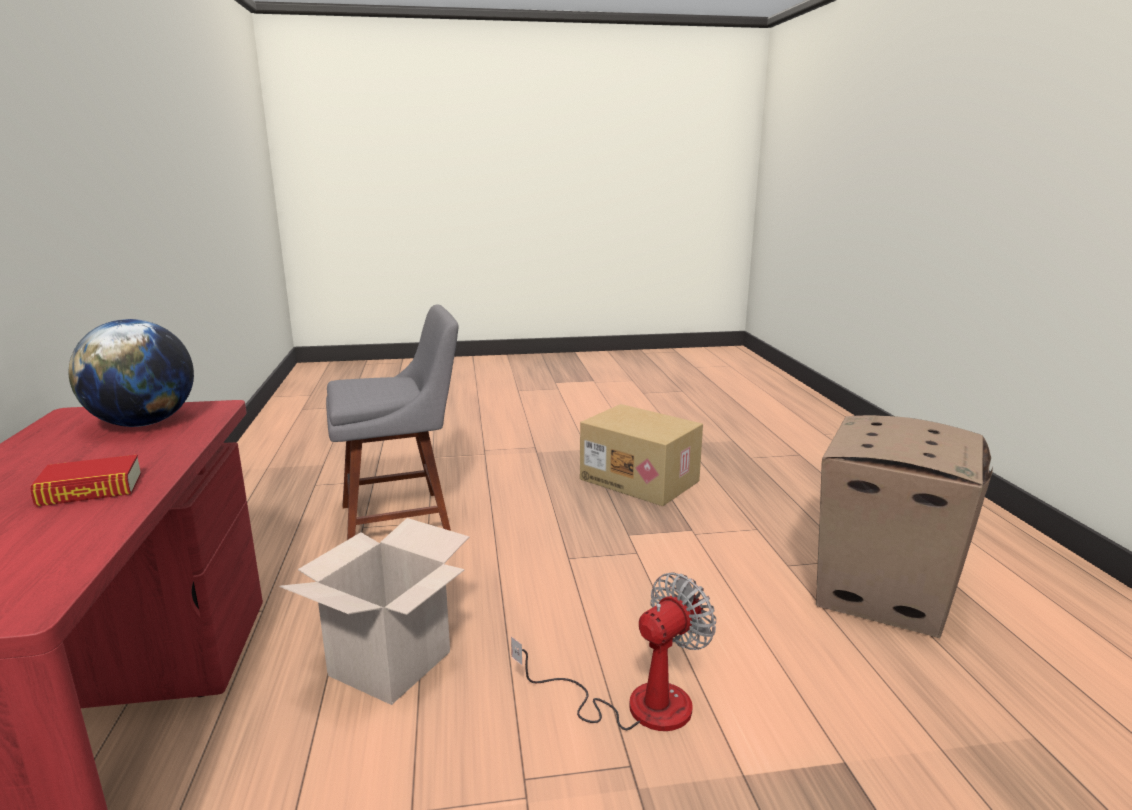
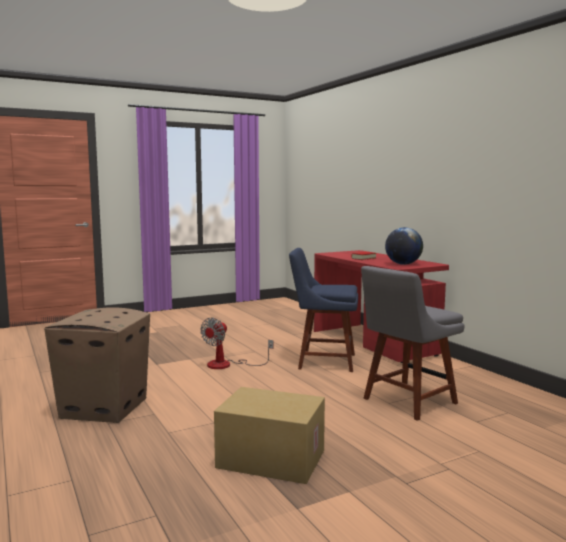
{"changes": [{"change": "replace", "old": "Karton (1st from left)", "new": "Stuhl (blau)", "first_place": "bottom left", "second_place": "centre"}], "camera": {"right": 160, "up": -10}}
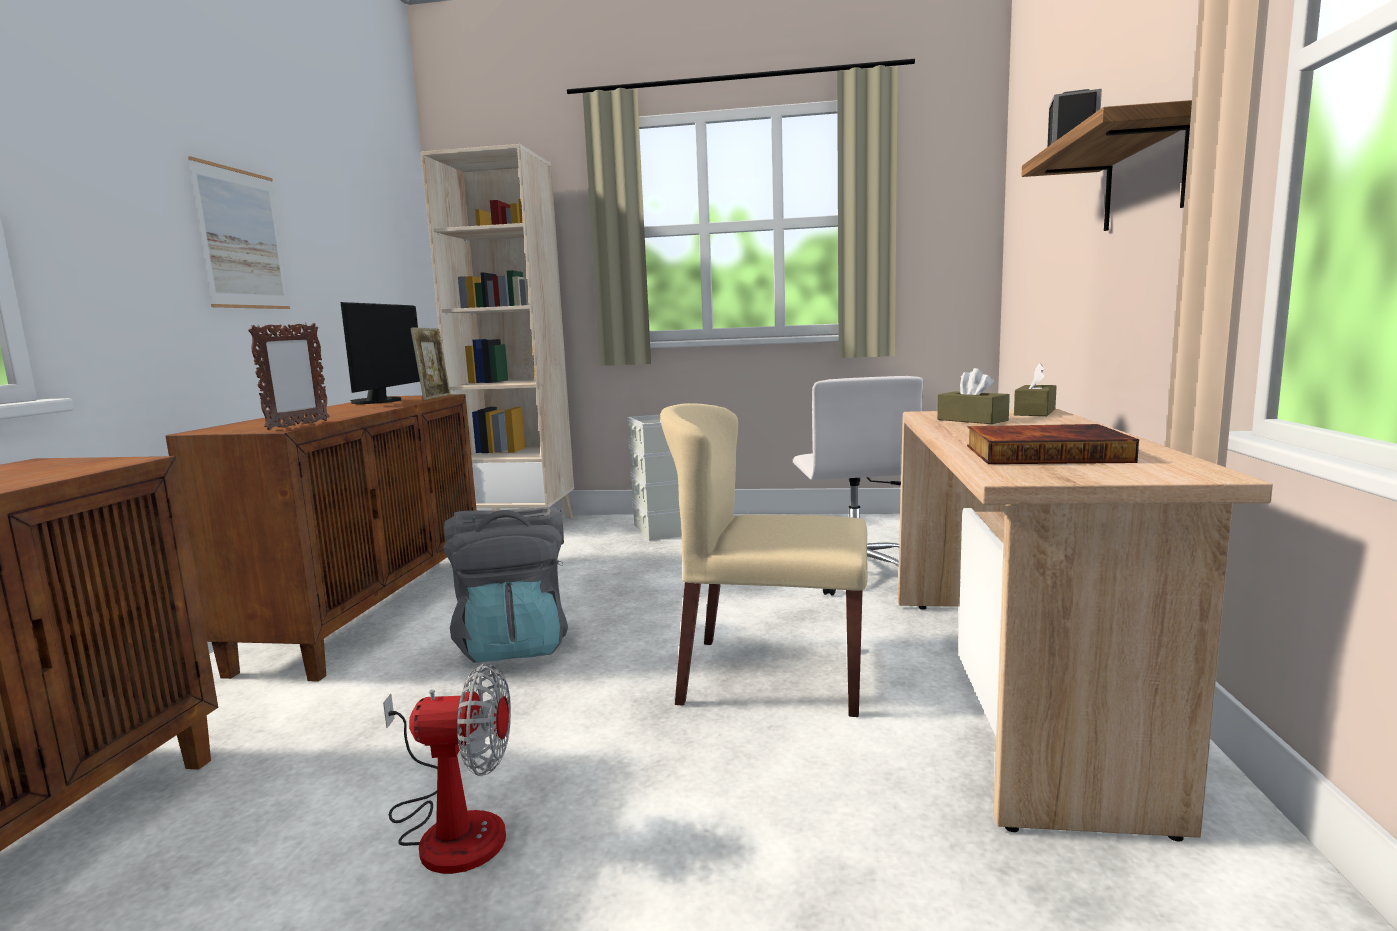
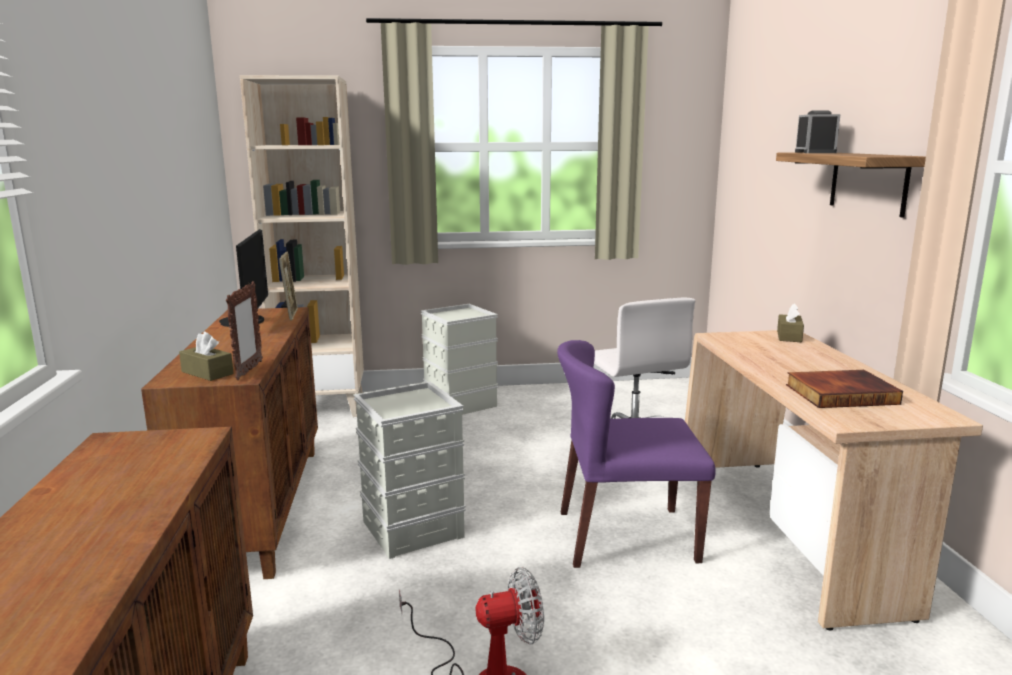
{"changes": [{"change": "move", "old": "Taschentuchbox (braun) (1st from left)", "first_place": "middle right", "second_place": "middle left"}, {"change": "replace", "old": "Rucksack (grau)", "new": "Aufbewahrungsbox (grau) (1st from left)", "first_place": "centre", "second_place": "bottom centre"}, {"change": "recolor", "old": "Stuhl (beige)", "new": "Stuhl (lila)", "first_place": "centre", "second_place": "bottom centre"}, {"change": "delete", "old": "Bild", "first_place": "top left"}], "camera": {"right": -15, "up": 5}}
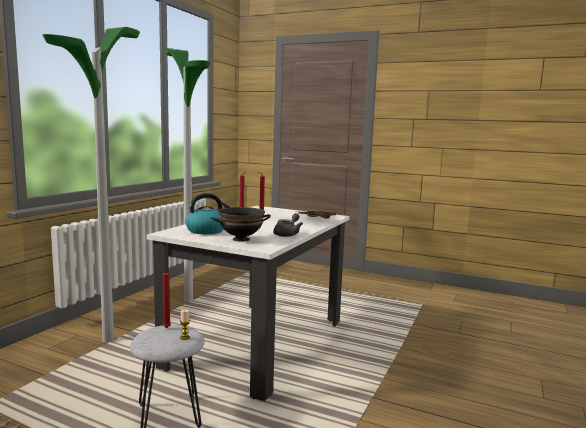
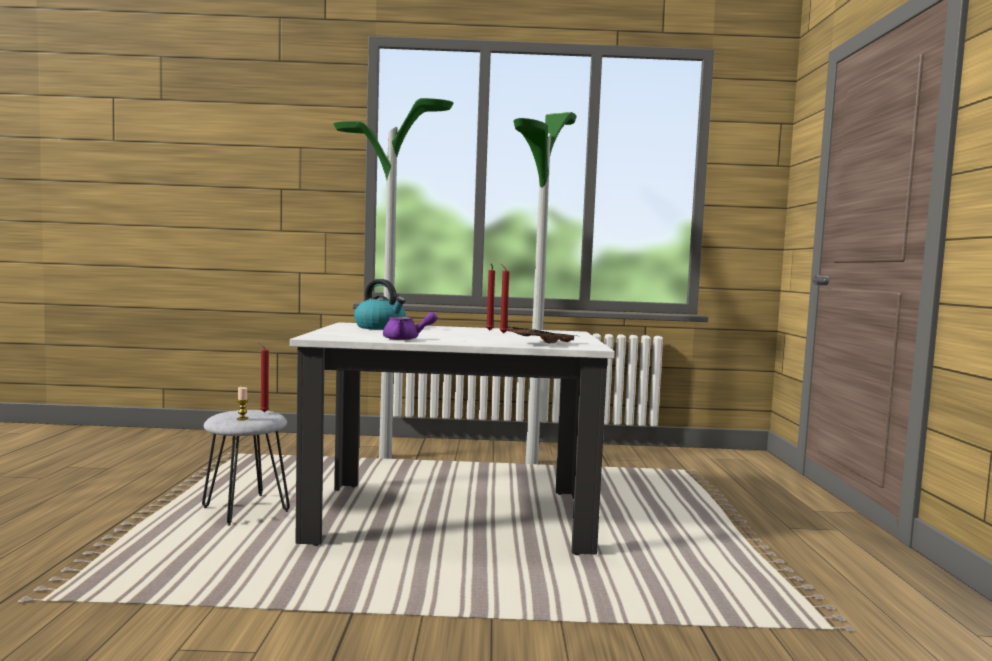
{"changes": [{"change": "recolor", "old": "Teekanne (grau)", "new": "Teekanne (lila)", "first_place": "centre", "second_place": "centre"}, {"change": "delete", "old": "Schüssel (schwarz)", "first_place": "centre"}], "camera": {"right": 65, "up": -5}}
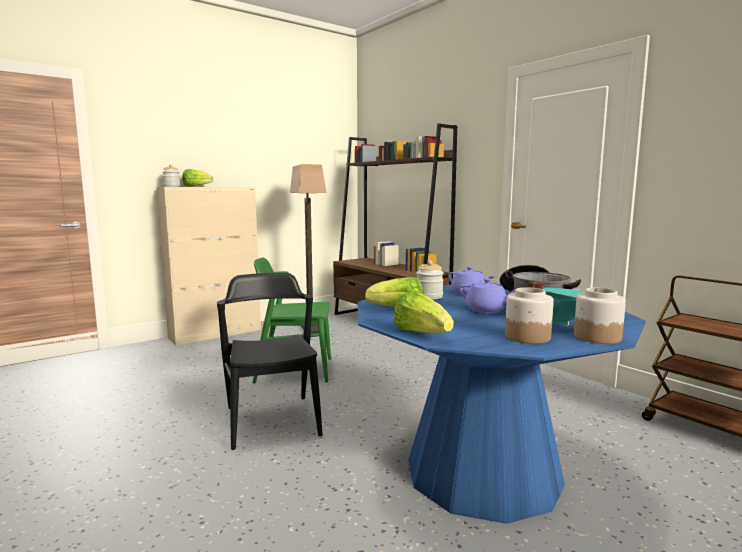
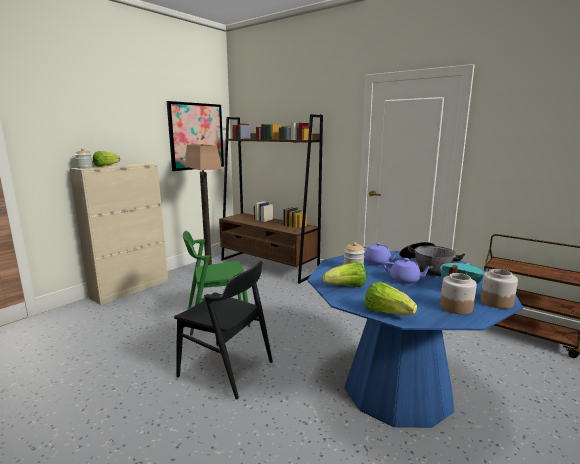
{"changes": [{"change": "insert", "new": "Bild", "second_place": "top centre"}, {"change": "rotate", "old": "Stuhl (schwarz)", "first_place": "centre", "second_place": "bottom centre", "degrees": 150}], "camera": {"right": -15, "up": 5}}
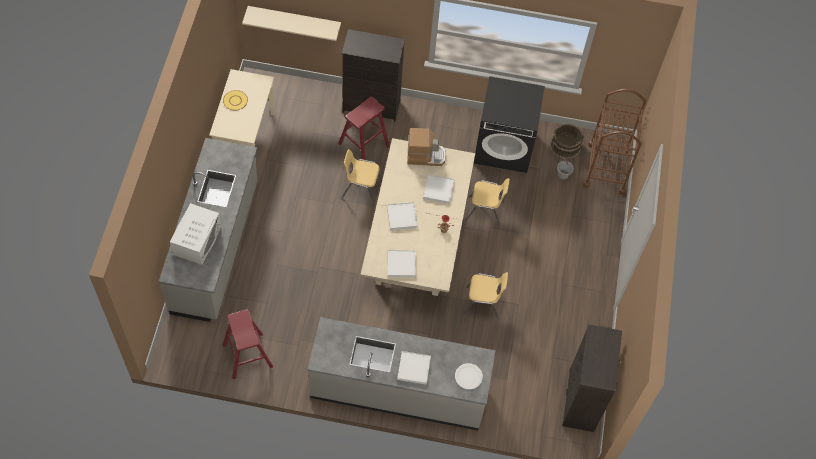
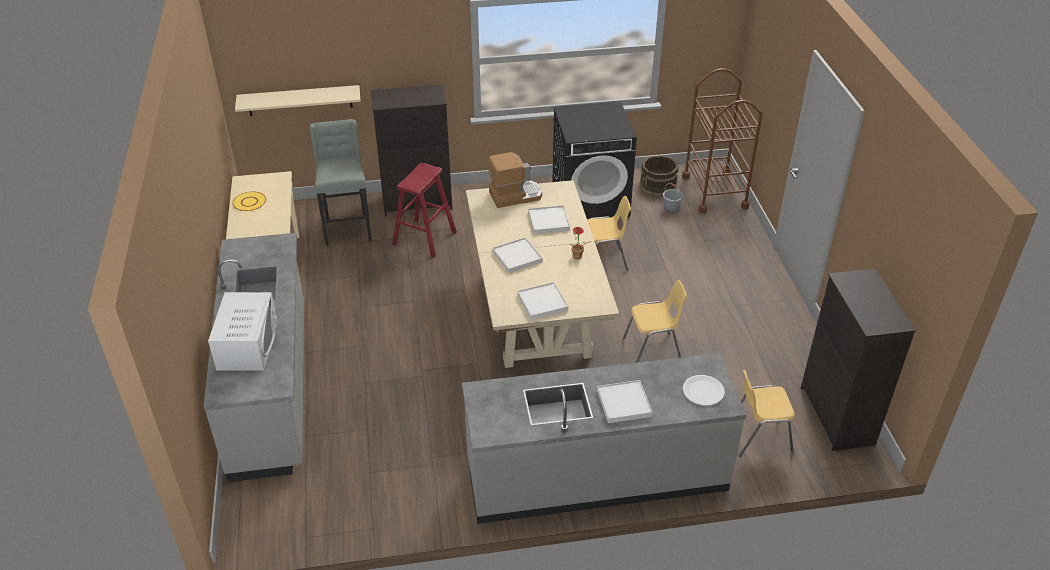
{"changes": [{"change": "insert", "new": "Hocker (grau)", "second_place": "top left"}, {"change": "move", "old": "Stuhl (gelb) (1st from left in the first image)", "new": "Stuhl (gelb) (3rd from left)", "first_place": "centre", "second_place": "bottom right"}, {"change": "delete", "old": "Hocker (rot) (1st from left)", "first_place": "bottom left"}], "camera": {"right": -15, "up": -20}}
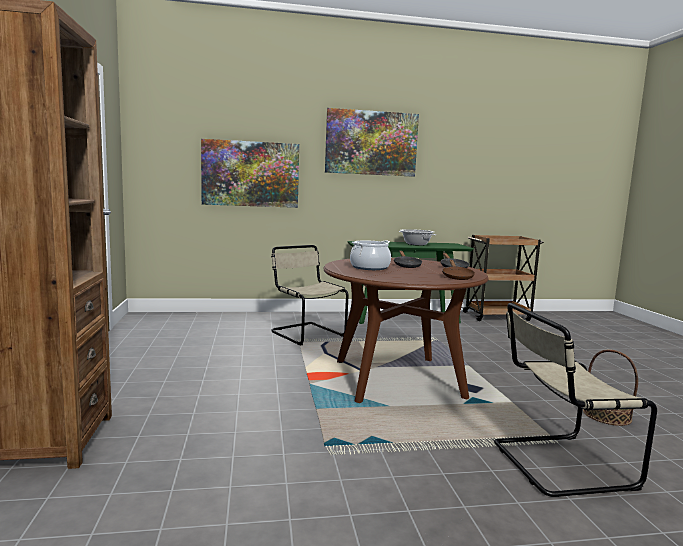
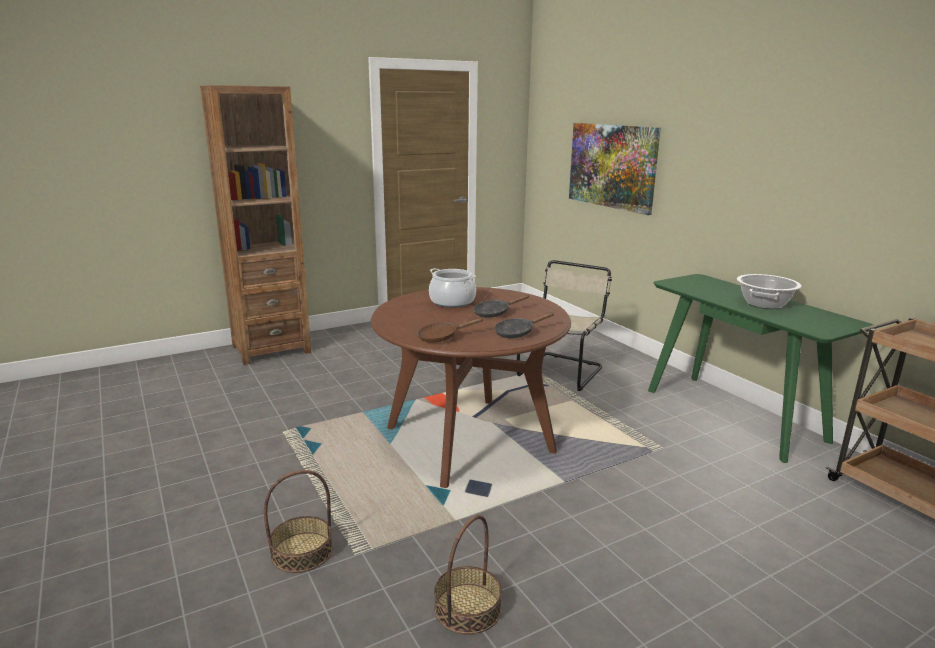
{"changes": [{"change": "replace", "old": "Stuhl (beige) (2nd from left)", "new": "Korb (1st from left)", "first_place": "bottom right", "second_place": "bottom left"}, {"change": "delete", "old": "Bild (2nd from left)", "first_place": "top centre"}], "camera": {"right": 70, "up": 10}}
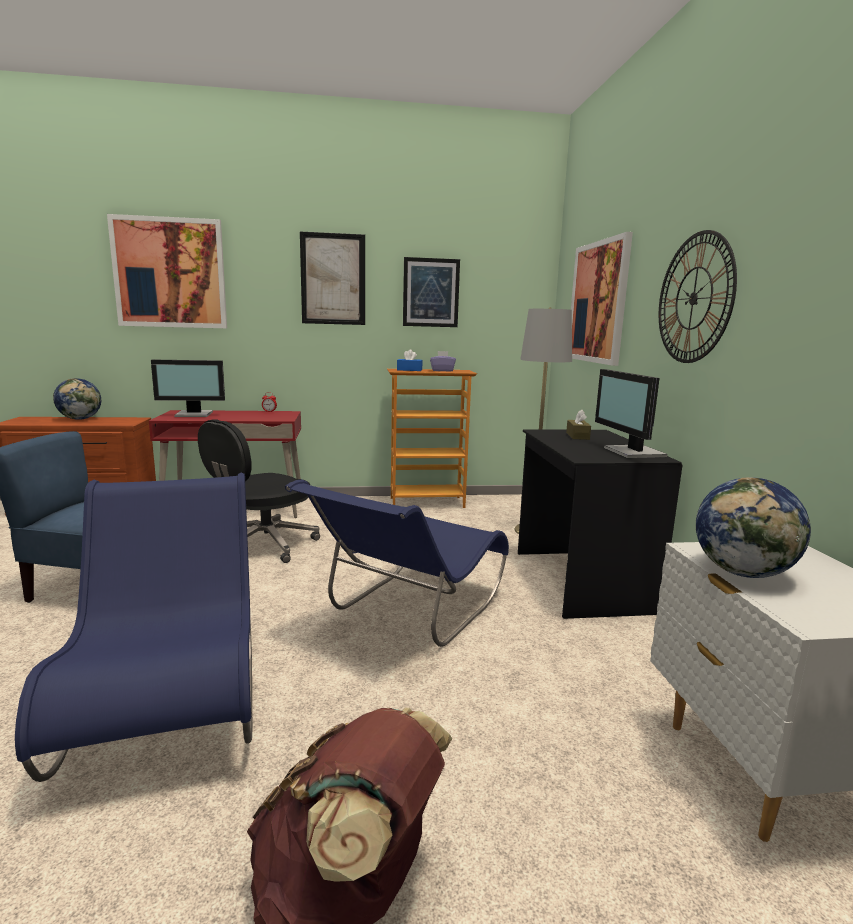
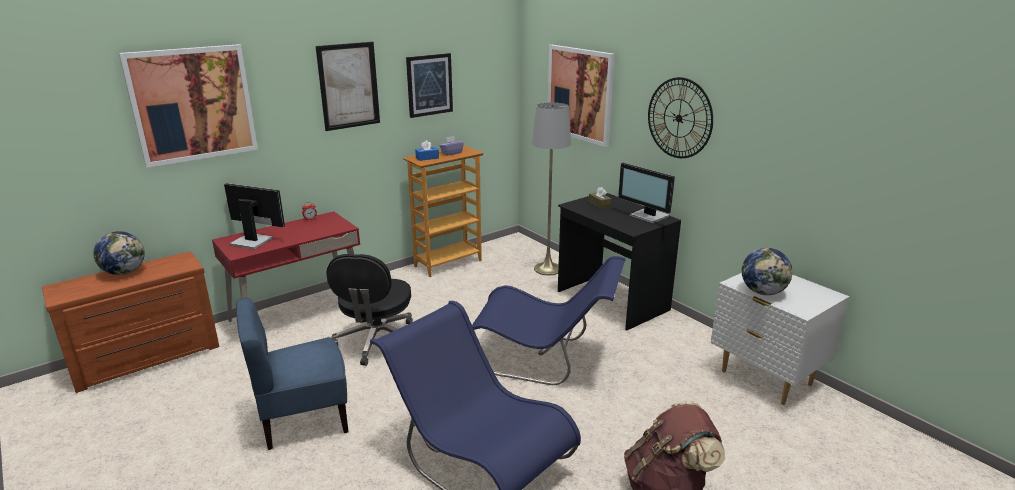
{"changes": [{"change": "rotate", "old": "Monitor (1st from left)", "first_place": "middle left", "second_place": "middle left", "degrees": -120}, {"change": "rotate", "old": "Stuhl (blau) (3rd from left)", "first_place": "centre", "second_place": "centre", "degrees": -75}], "camera": {"right": -30, "up": 10}}
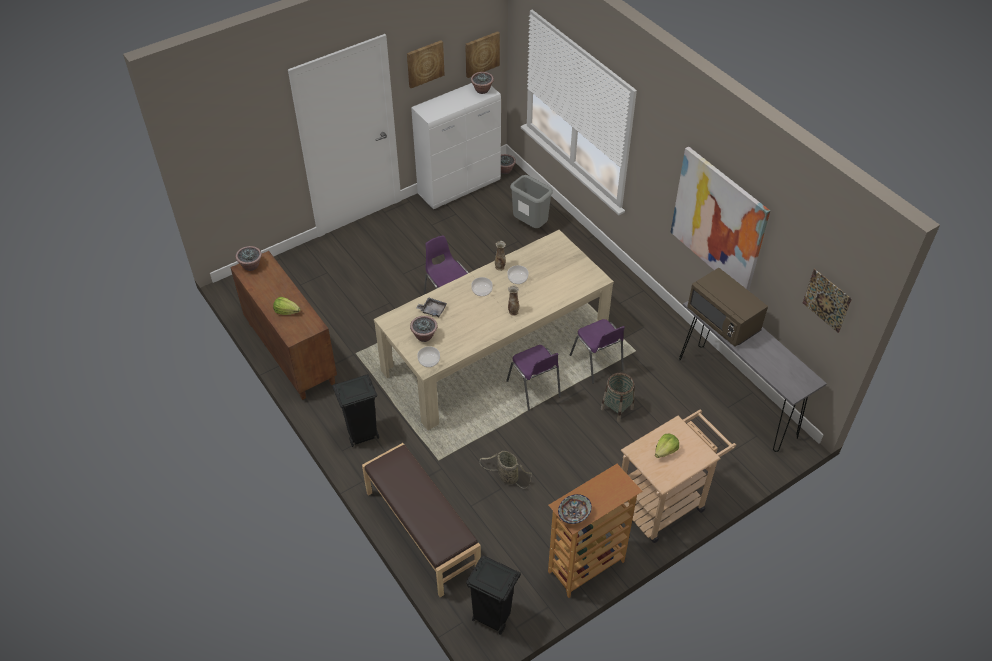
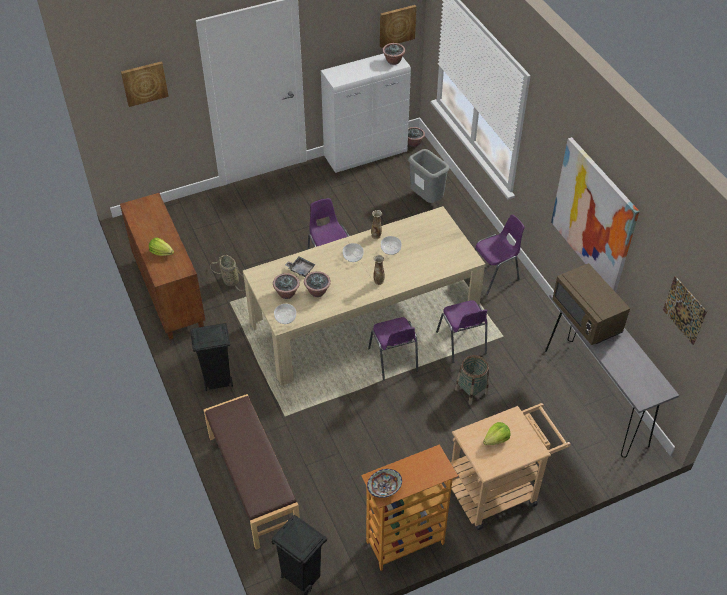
{"changes": [{"change": "move", "old": "Bild (1st from left)", "first_place": "top centre", "second_place": "top left"}, {"change": "move", "old": "Korb (1st from left)", "first_place": "bottom centre", "second_place": "middle left"}, {"change": "move", "old": "Topfpflanze (1st from left in the first image)", "new": "Topfpflanze (2nd from left)", "first_place": "middle left", "second_place": "centre"}, {"change": "insert", "new": "Stuhl (lila) (4th from left)", "second_place": "middle right"}], "camera": {"right": 10, "up": 0}}
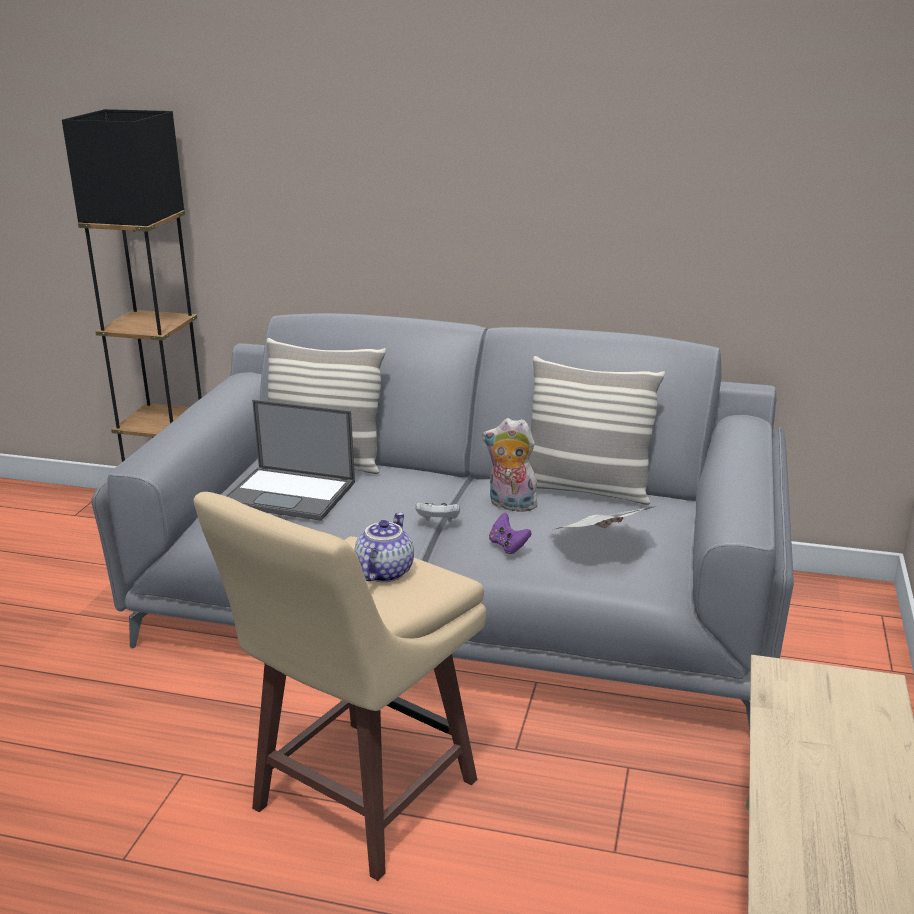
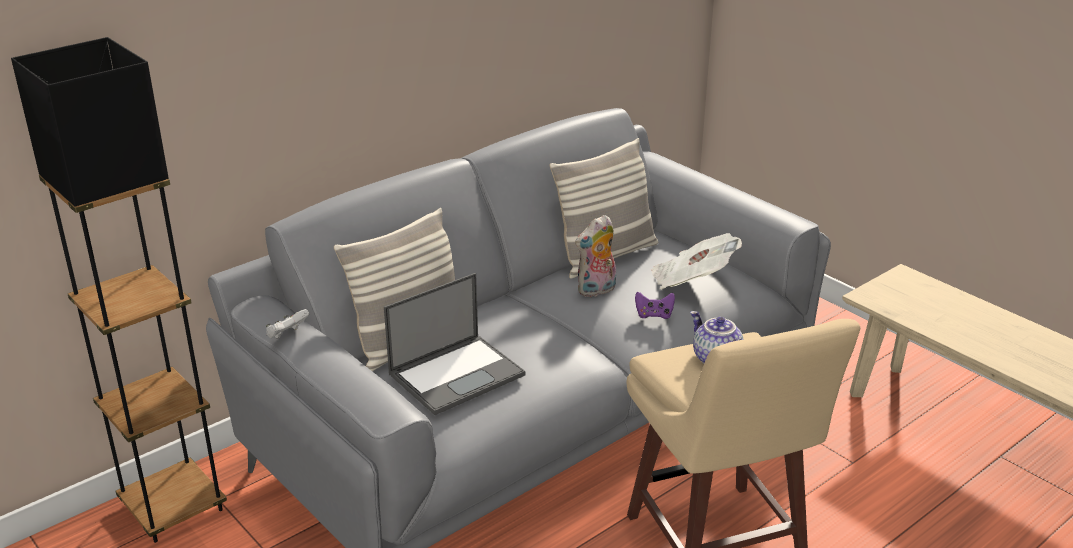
{"changes": [{"change": "move", "old": "Gamepad (weiß)", "first_place": "centre", "second_place": "middle left"}], "camera": {"right": -55, "up": 5}}
